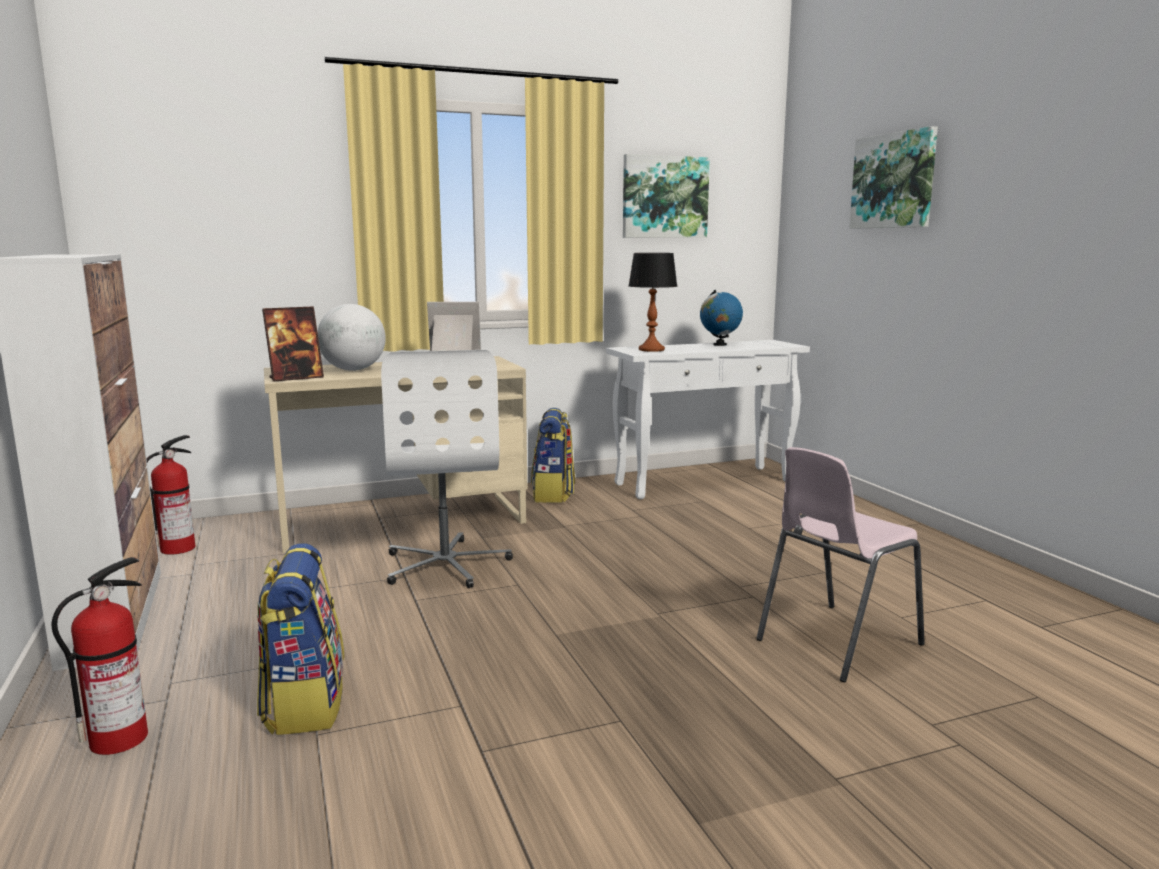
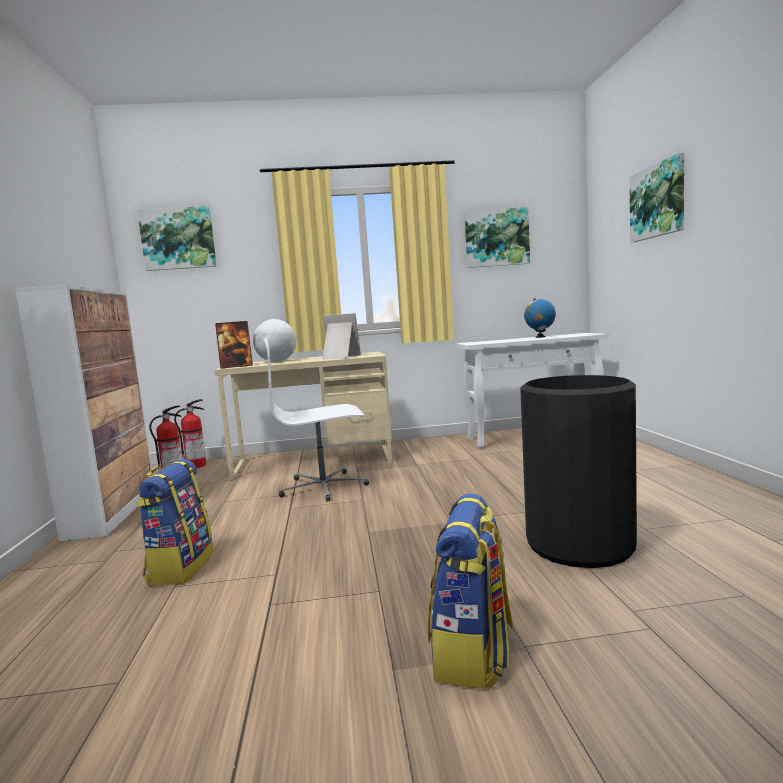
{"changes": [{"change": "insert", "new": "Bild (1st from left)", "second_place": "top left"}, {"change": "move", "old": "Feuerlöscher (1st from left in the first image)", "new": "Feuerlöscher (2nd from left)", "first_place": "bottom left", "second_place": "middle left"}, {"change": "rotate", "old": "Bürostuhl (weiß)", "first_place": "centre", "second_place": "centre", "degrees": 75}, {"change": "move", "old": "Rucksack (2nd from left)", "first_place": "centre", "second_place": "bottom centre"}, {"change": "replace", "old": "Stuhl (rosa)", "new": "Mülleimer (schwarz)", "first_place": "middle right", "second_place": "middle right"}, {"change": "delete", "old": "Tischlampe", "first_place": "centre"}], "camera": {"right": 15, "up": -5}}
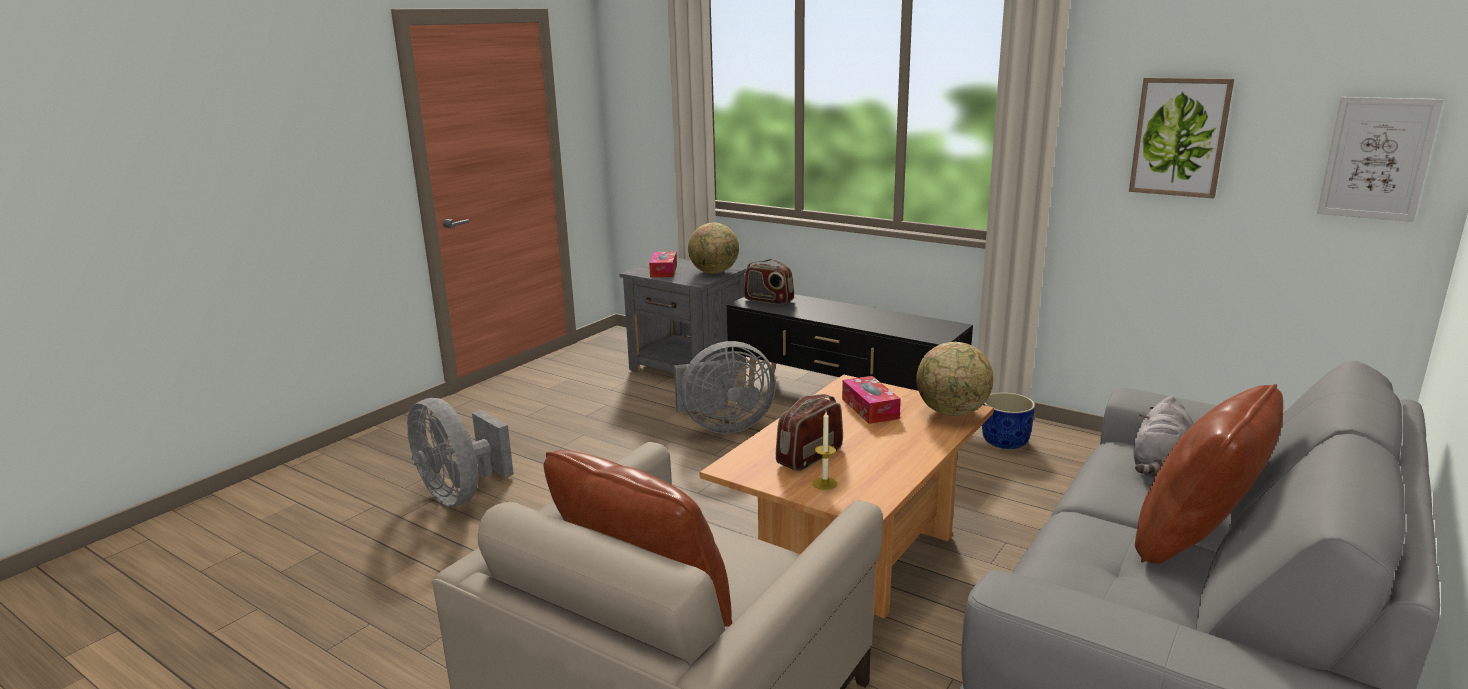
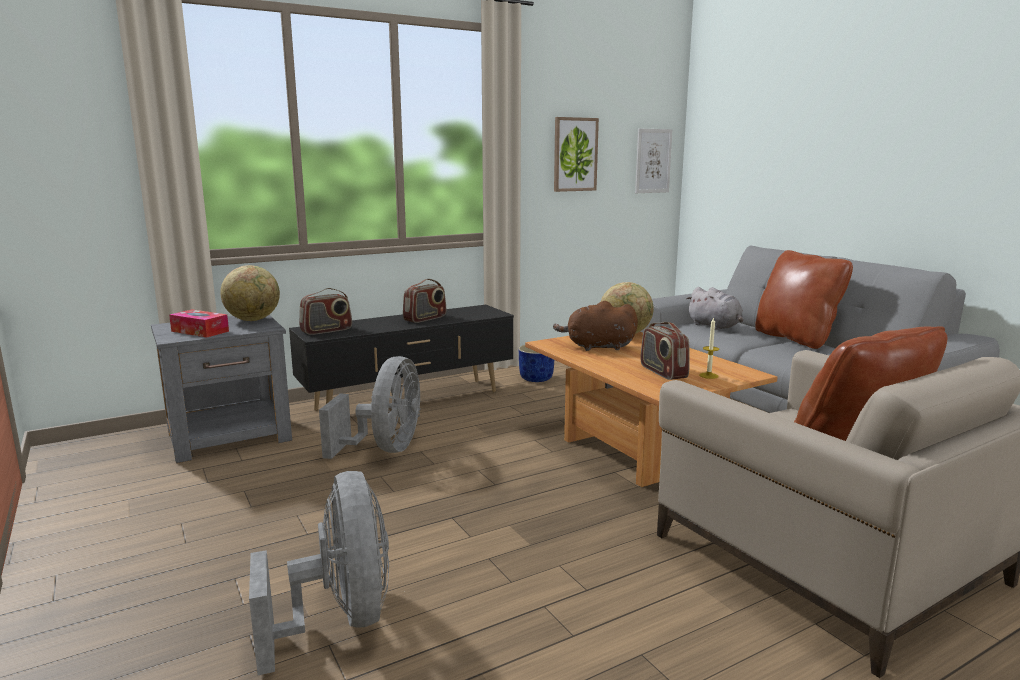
{"changes": [{"change": "rotate", "old": "Ventilator (grau) (1st from left)", "first_place": "middle left", "second_place": "bottom left", "degrees": -90}, {"change": "insert", "new": "Radio (2nd from left)", "second_place": "centre"}, {"change": "replace", "old": "Taschentuchbox (2nd from left)", "new": "Plüschtier (braun)", "first_place": "centre", "second_place": "centre"}], "camera": {"right": -65, "up": -5}}
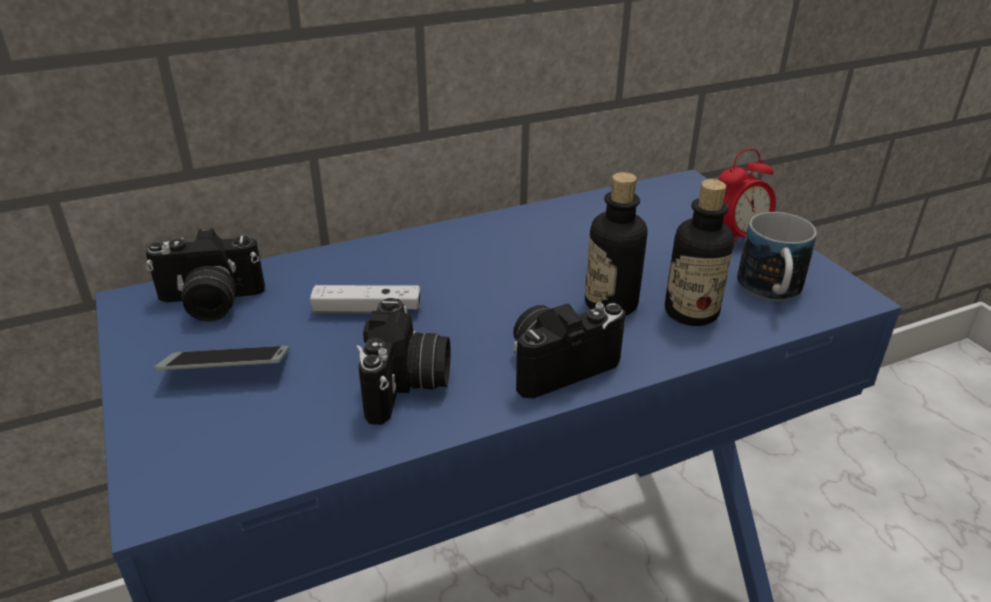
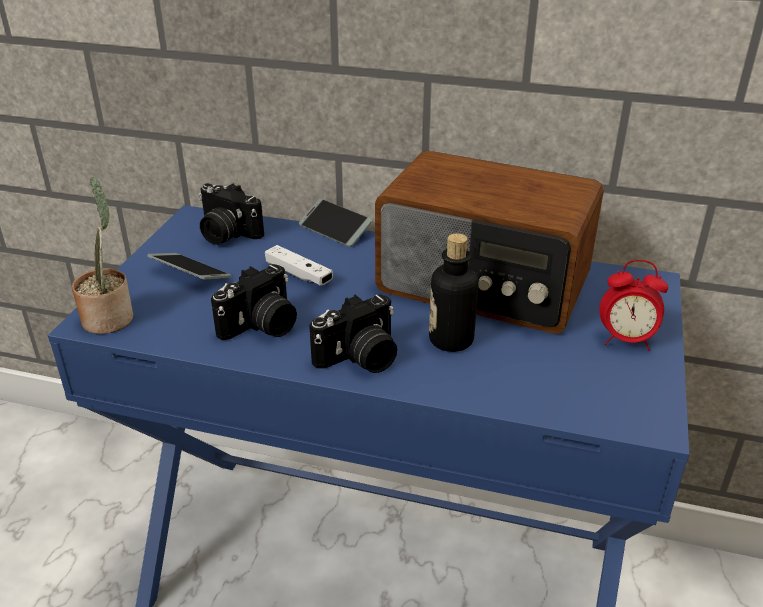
{"changes": [{"change": "insert", "new": "Topfpflanze", "second_place": "middle left"}, {"change": "insert", "new": "Handy (2nd from left)", "second_place": "centre"}, {"change": "rotate", "old": "Kamera (3rd from left)", "first_place": "centre", "second_place": "centre", "degrees": 135}, {"change": "insert", "new": "Radio", "second_place": "centre"}, {"change": "delete", "old": "Flasche (2nd from left)", "first_place": "middle right"}, {"change": "delete", "old": "Henkelbecher", "first_place": "middle right"}], "camera": {"right": 40, "up": 0}}
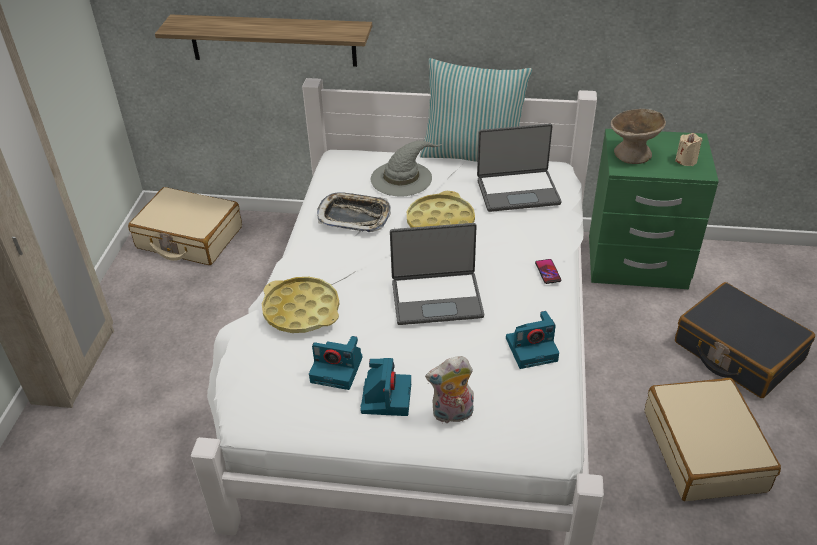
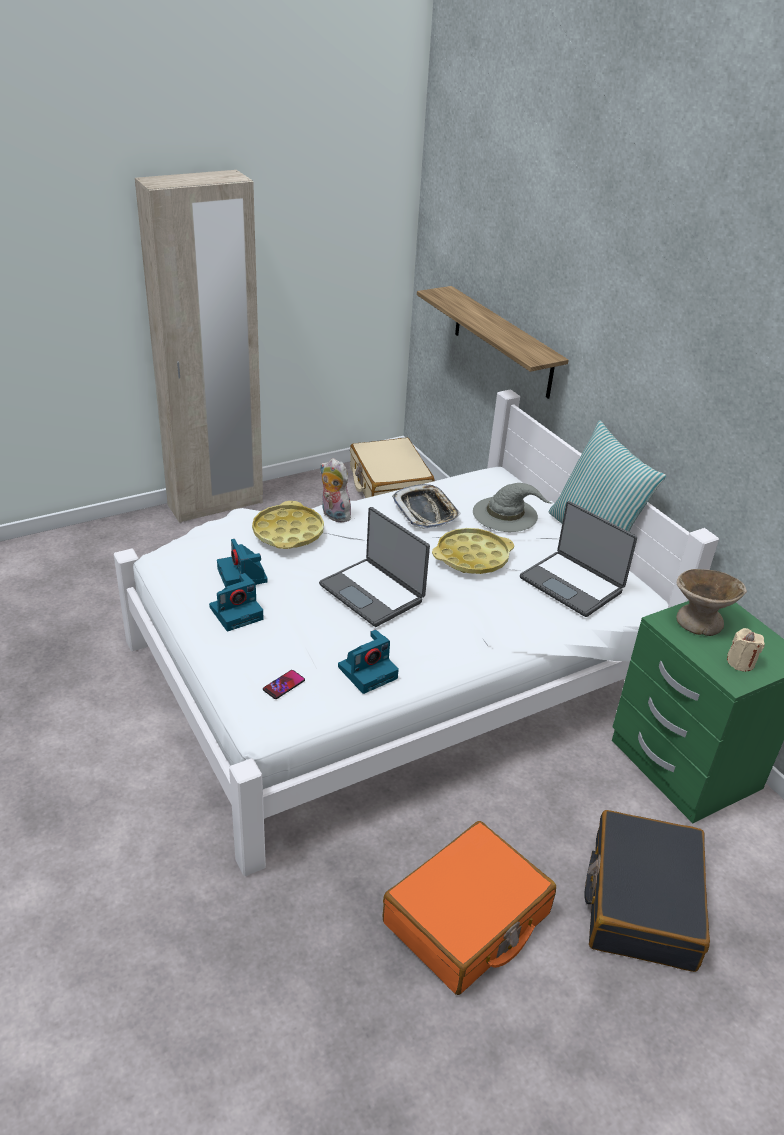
{"changes": [{"change": "move", "old": "Handy", "first_place": "middle right", "second_place": "centre"}, {"change": "move", "old": "Plüschtier", "first_place": "bottom centre", "second_place": "centre"}, {"change": "rotate", "old": "Kamera (3rd from left)", "first_place": "centre", "second_place": "centre", "degrees": -75}, {"change": "recolor", "old": "Koffer (beige) (2nd from left)", "new": "Koffer (orange)", "first_place": "bottom right", "second_place": "bottom centre"}], "camera": {"right": 50, "up": -5}}
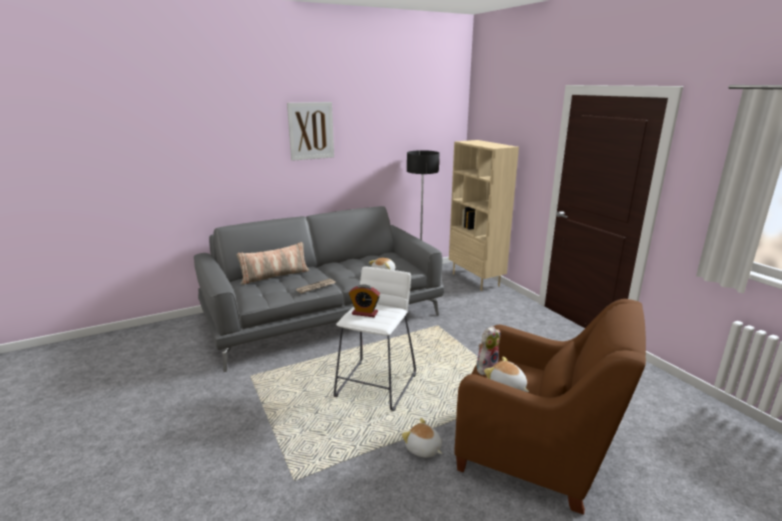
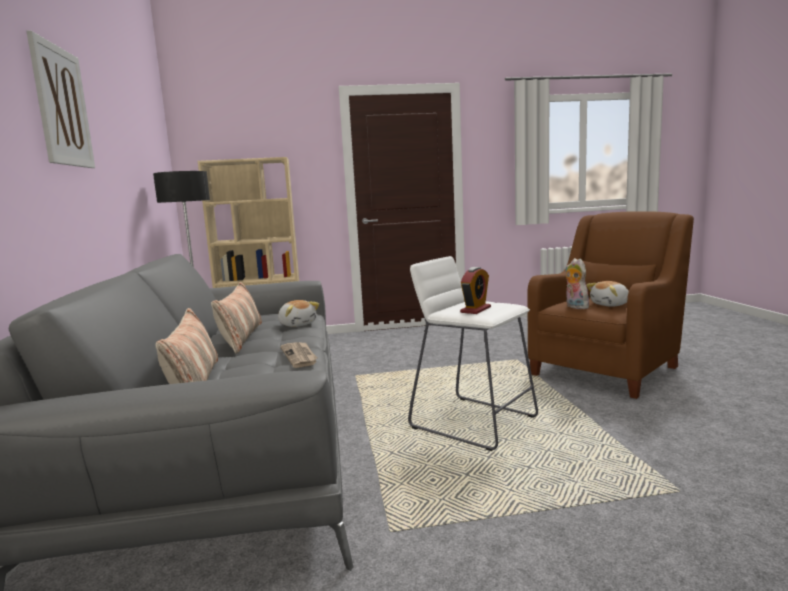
{"changes": [{"change": "insert", "new": "Kissen (2nd from left)", "second_place": "middle left"}, {"change": "delete", "old": "Plüschtier (2nd from left)", "first_place": "bottom centre"}], "camera": {"right": -70, "up": -10}}
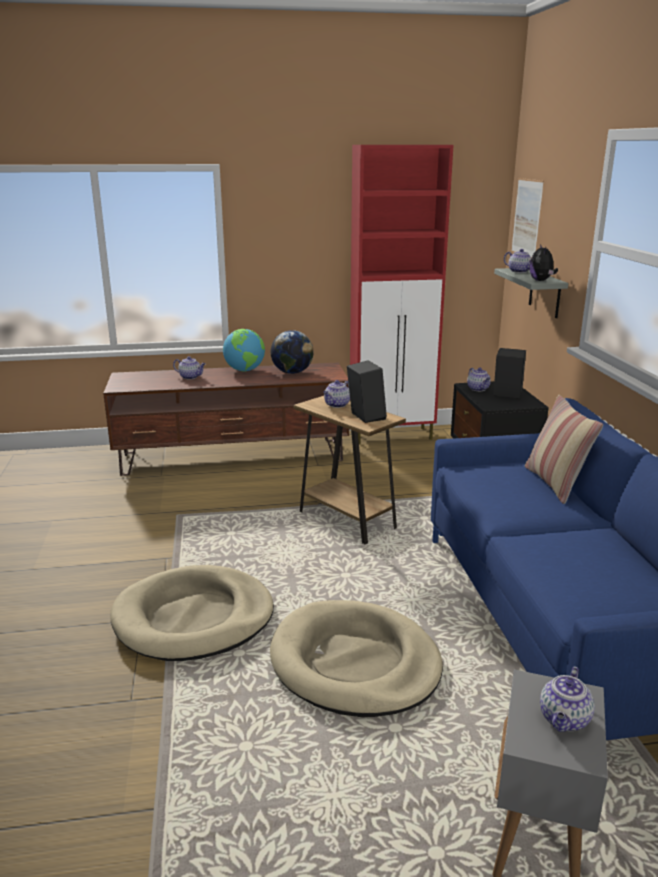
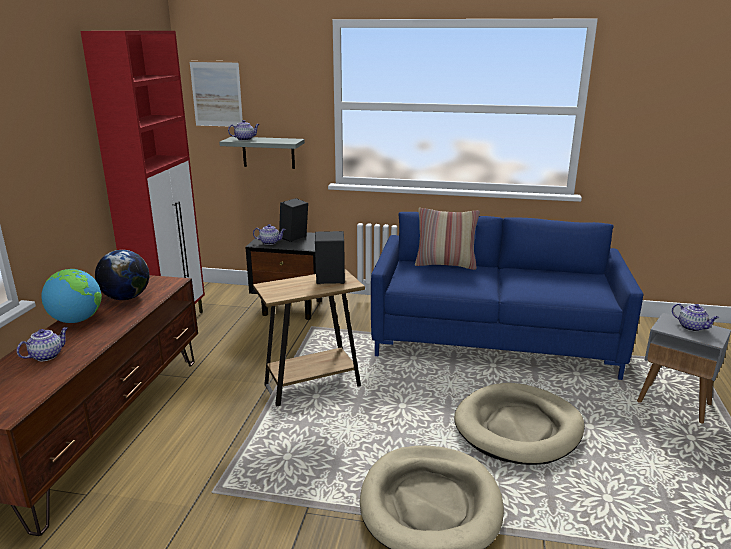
{"changes": [{"change": "delete", "old": "Teekanne (2nd from left)", "first_place": "centre"}, {"change": "delete", "old": "Plüschtier", "first_place": "top right"}], "camera": {"right": -70, "up": 0}}
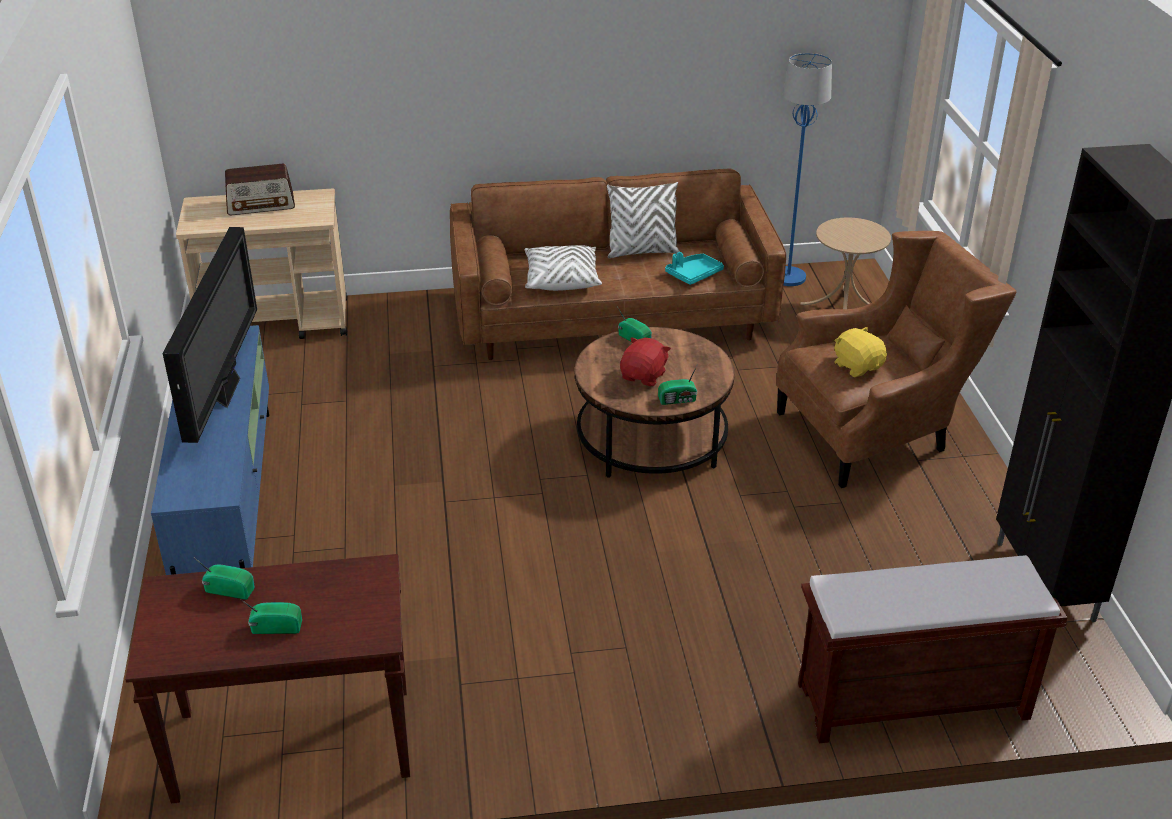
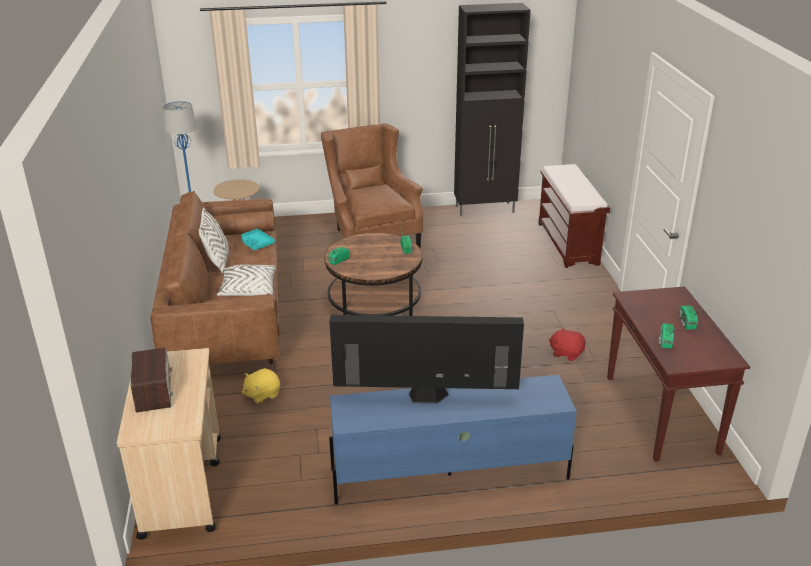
{"changes": [{"change": "move", "old": "Plüschtier (gelb)", "first_place": "middle right", "second_place": "bottom left"}, {"change": "move", "old": "Plüschtier (rot)", "first_place": "centre", "second_place": "middle right"}], "camera": {"right": -90, "up": -5}}
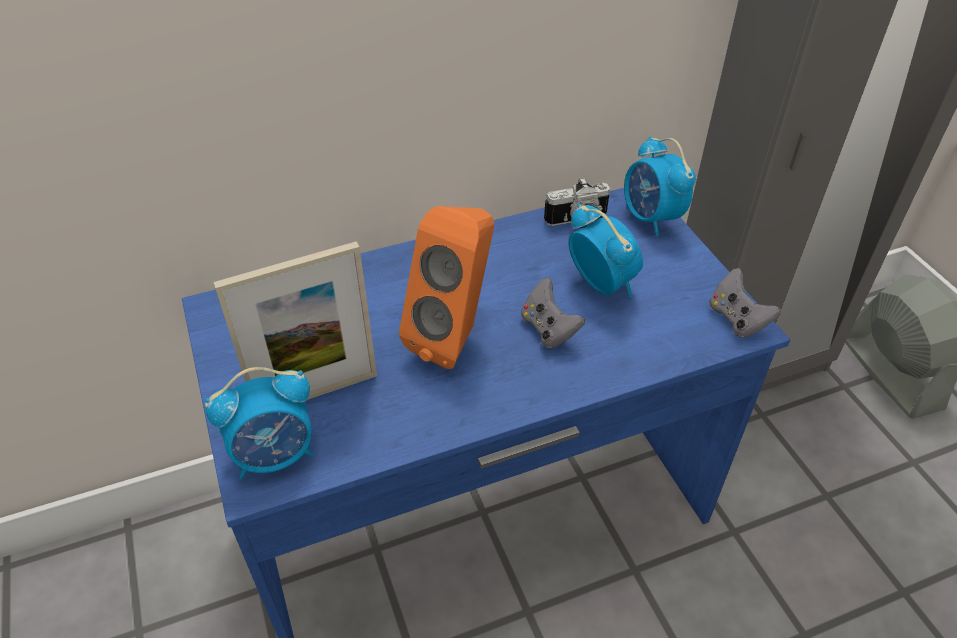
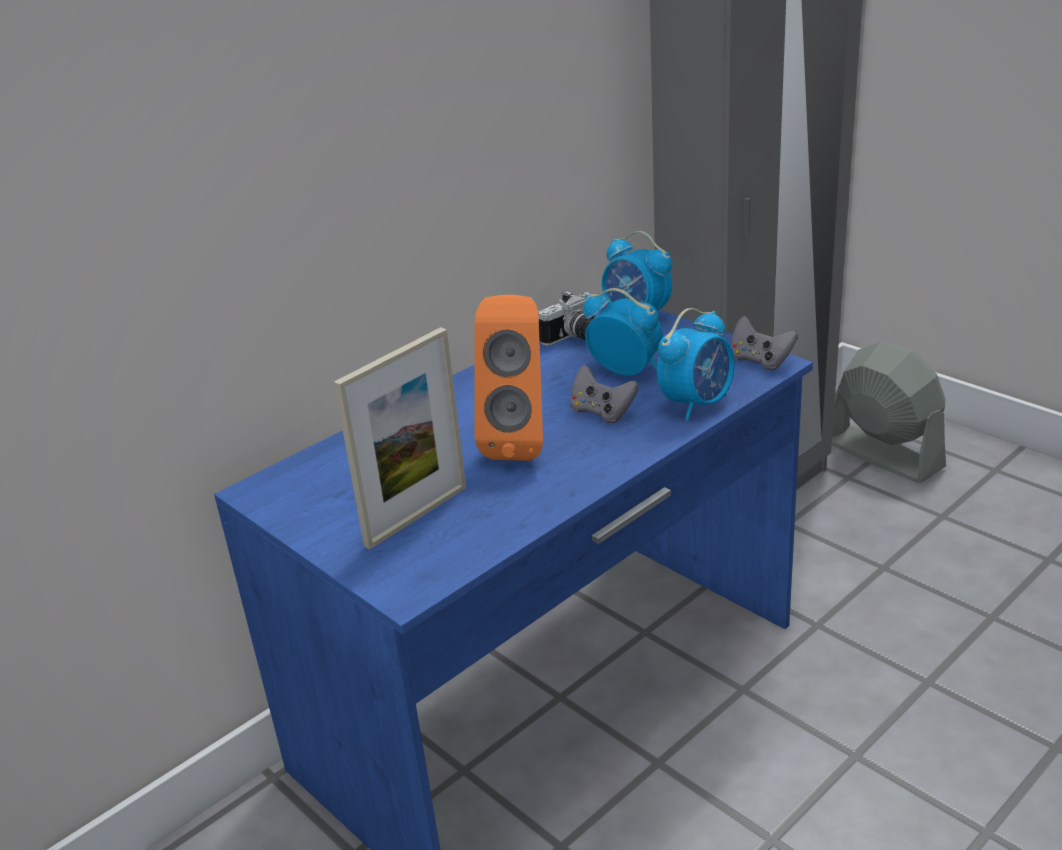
{"changes": [{"change": "move", "old": "Wecker (1st from left in the first image)", "new": "Wecker (3rd from left)", "first_place": "middle left", "second_place": "centre"}], "camera": {"right": -20, "up": -15}}
